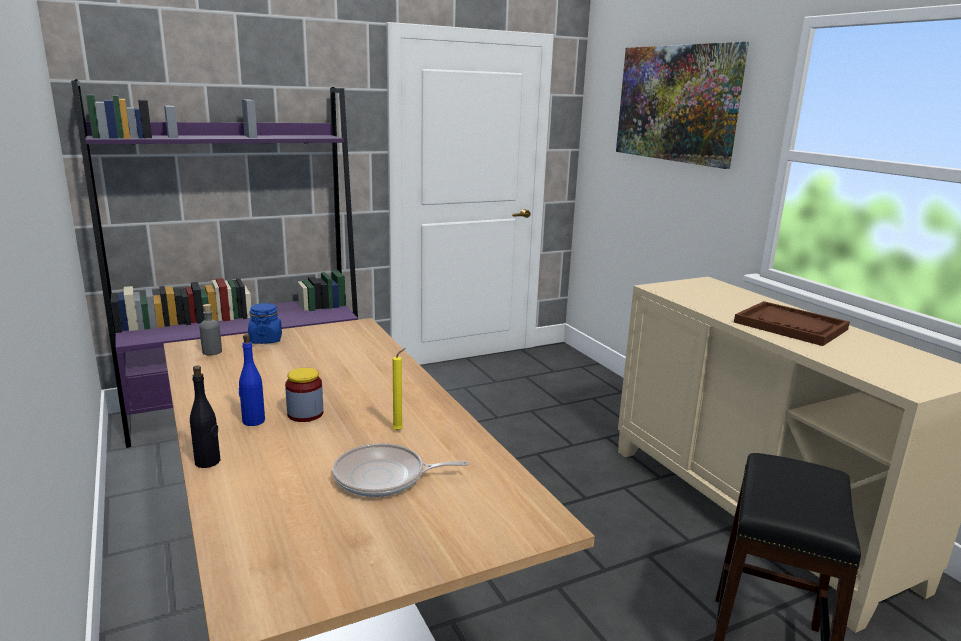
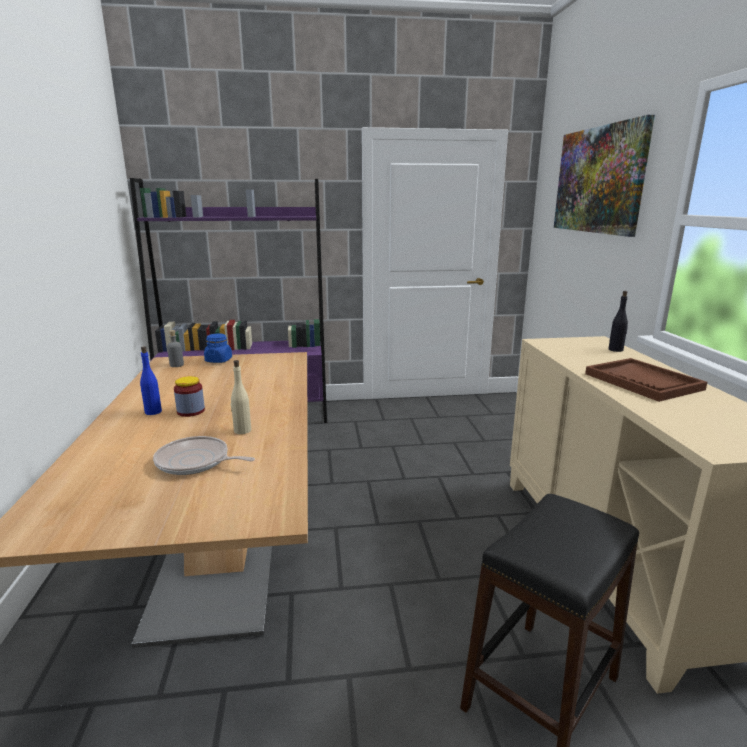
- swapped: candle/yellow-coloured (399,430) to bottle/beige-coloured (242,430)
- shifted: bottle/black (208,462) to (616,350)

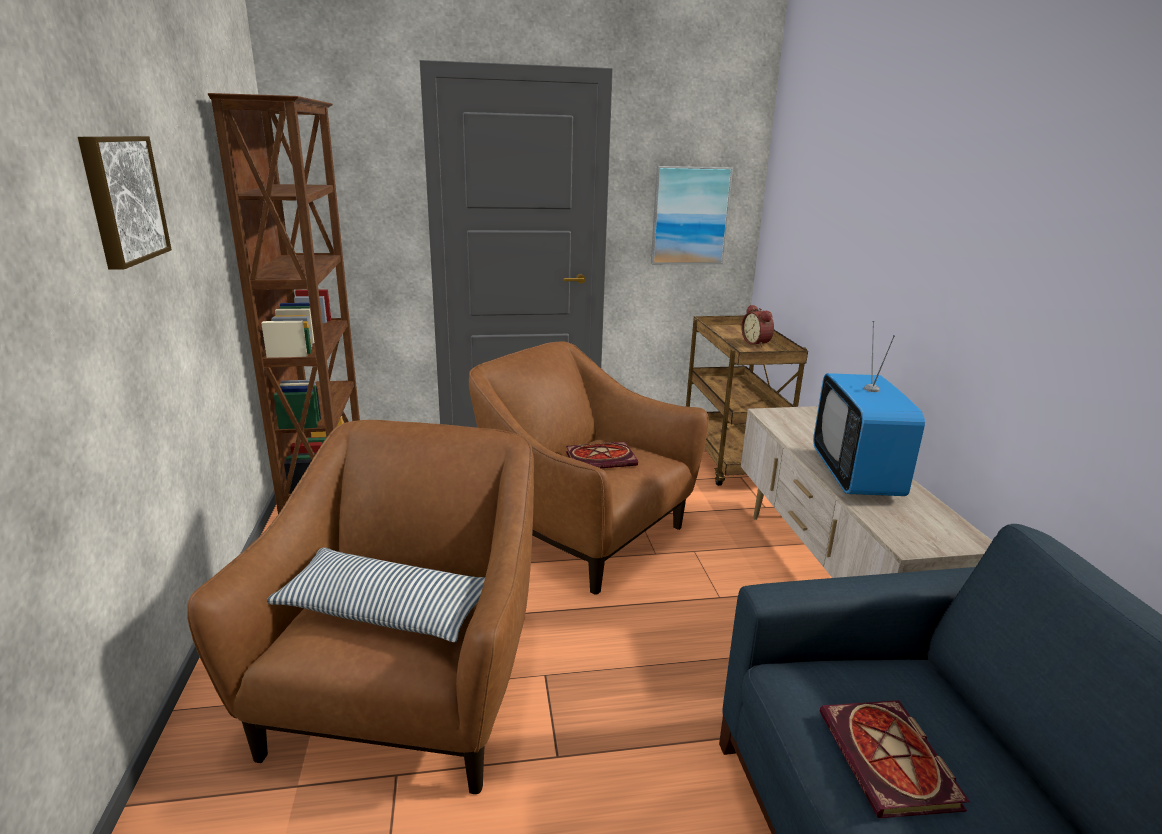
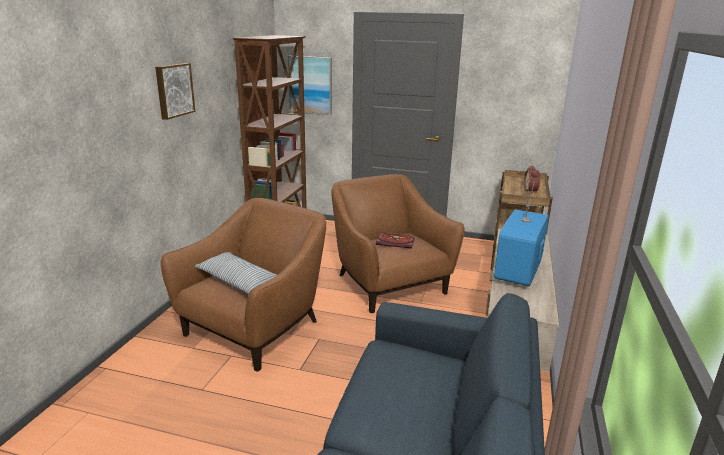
- shifted: picture (690,216) to (310,85)
- gone: bound book (892,763)

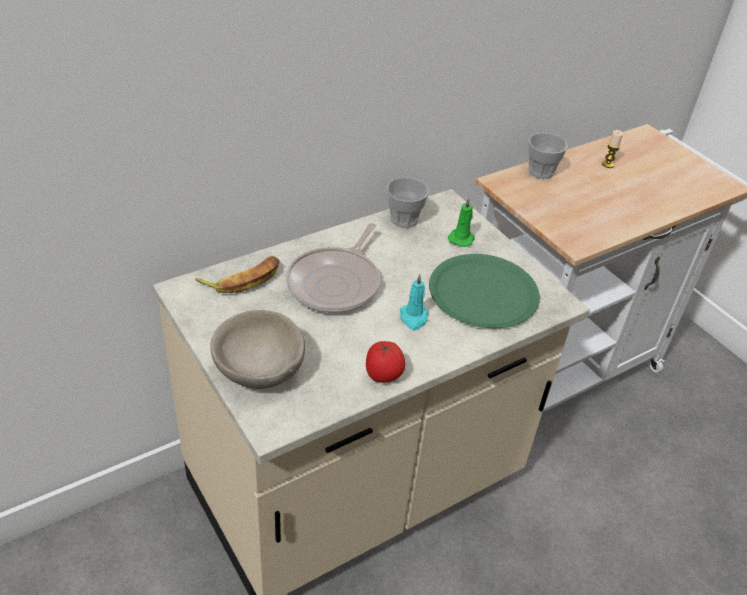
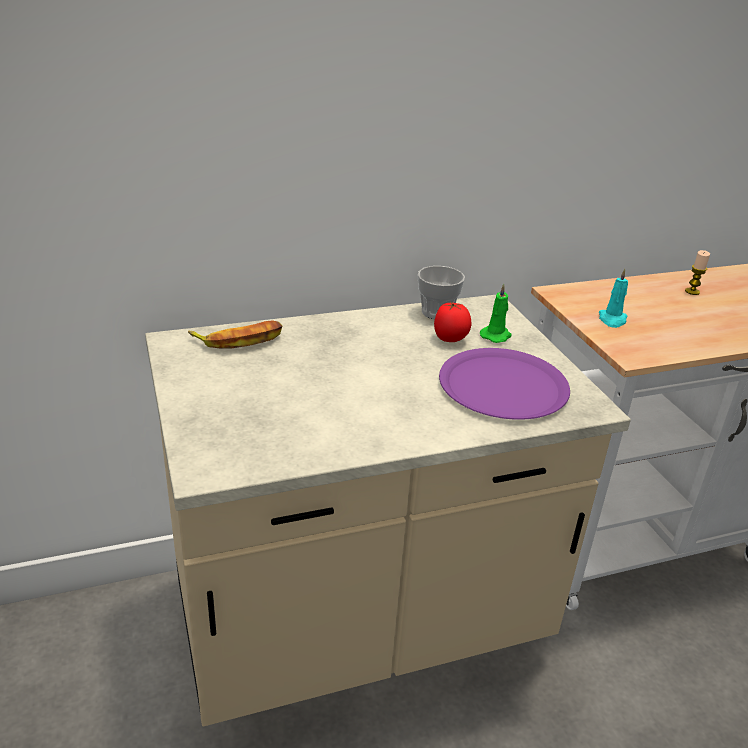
- gone: drinking cup (540,172)
- gone: pan (336,283)
- repainted: plate/green-coloured (483,292) to plate/purplish (503,386)
- shifted: candle/turquoise-coloured (413,318) to (612,320)
- gone: serving bowl/beige-coloured (258,370)
- shifted: whole tomato (383,376) to (450,339)

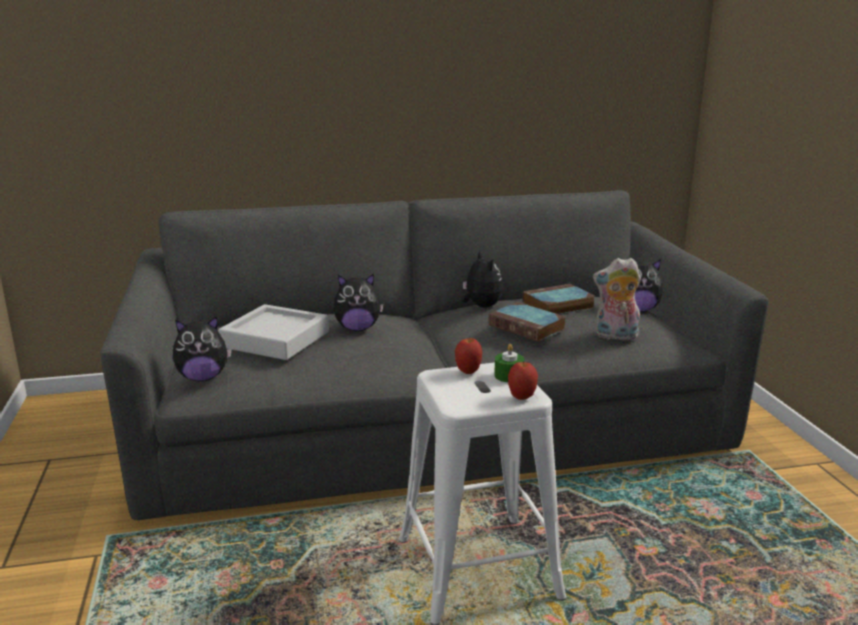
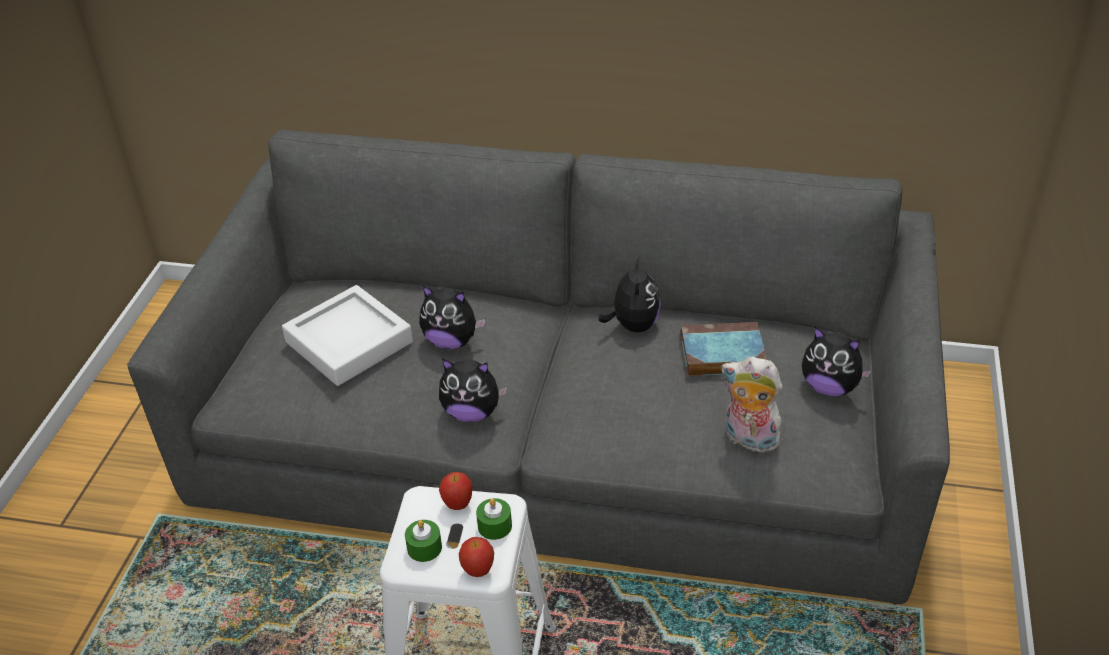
- gone: bound book (528,327)
- shifted: plush toy (203,377) to (472,412)
- new: candle/green-coloured (424,548)

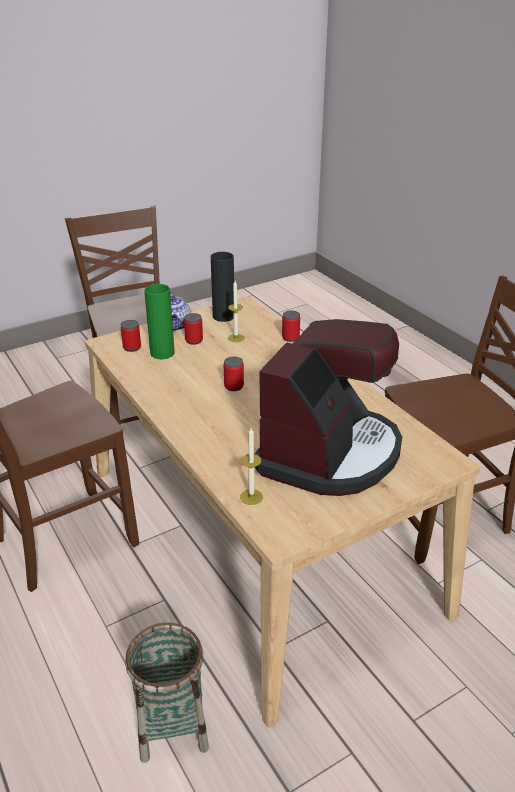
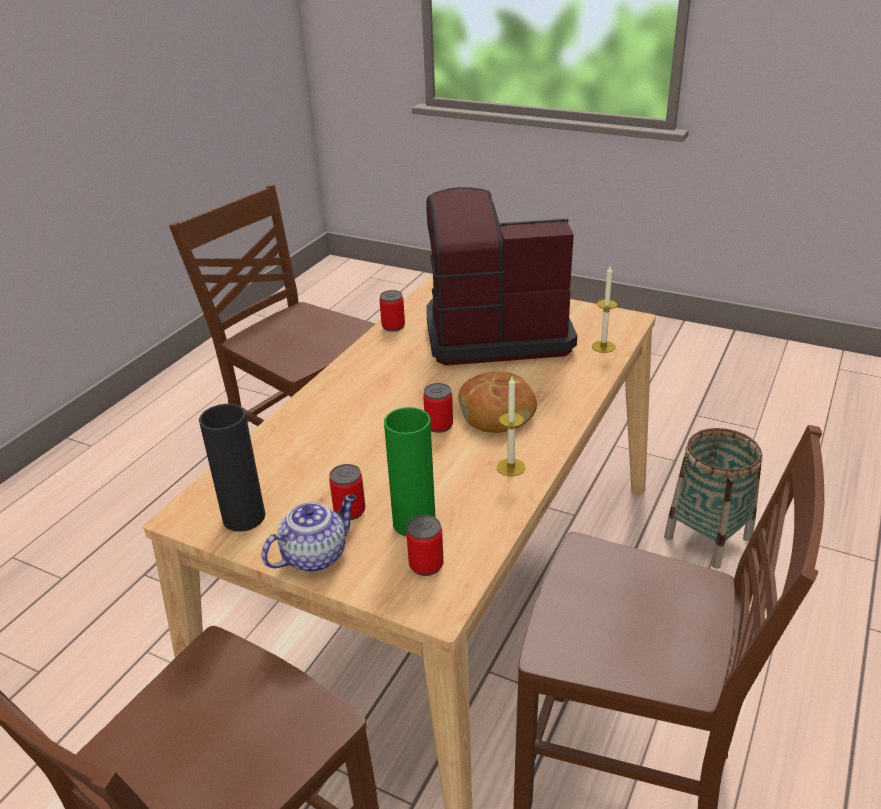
- shifted: candle (236,338) to (510,467)
- shifted: can (290,338) to (393,326)
- new: bakery bread (497,412)

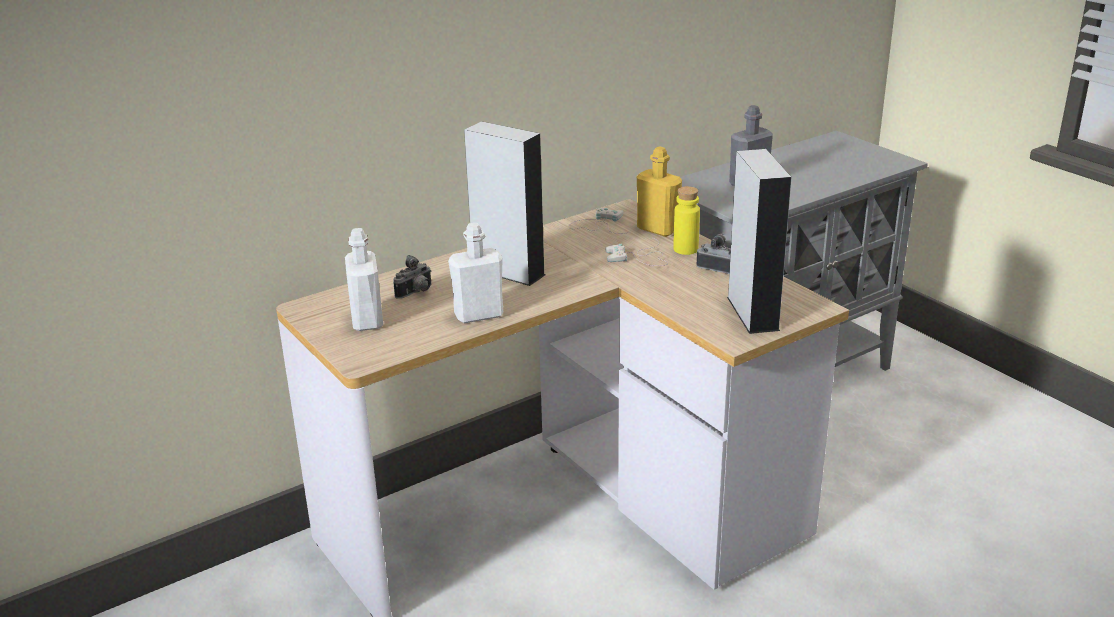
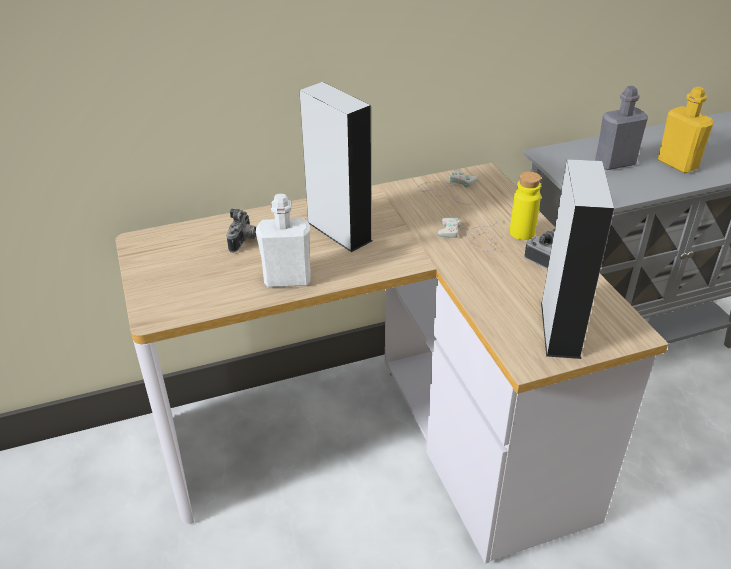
- shifted: bottle/yellow-coloured (658,229) to (677,164)
- gone: bottle/whitish (367,320)
- rotated: still camera (416,293) = (244,242) 45 degrees counterclockwise

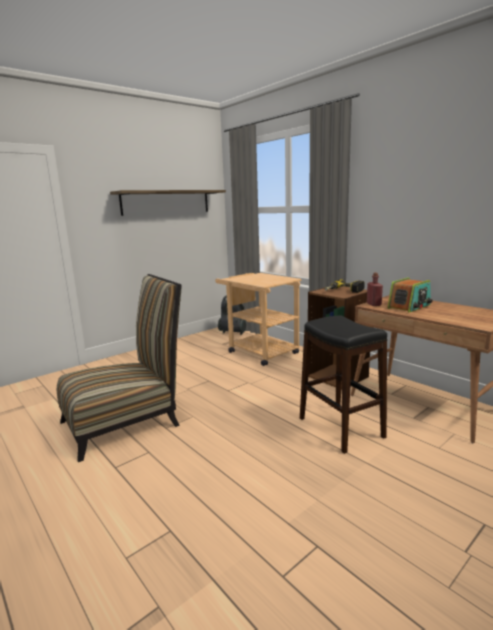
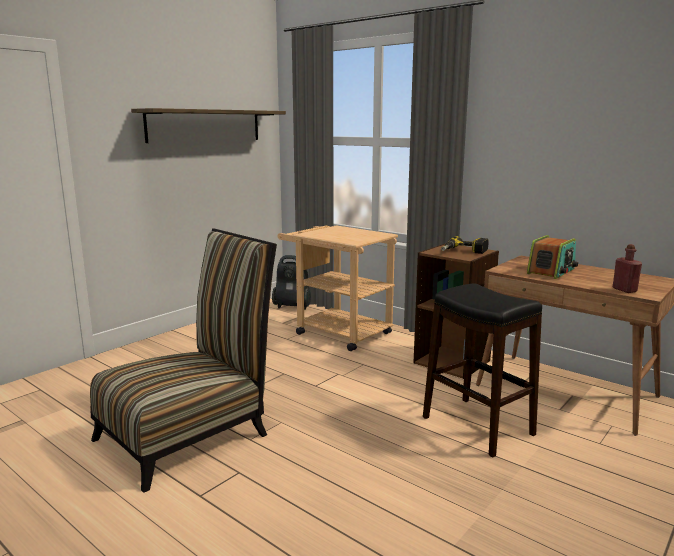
- shifted: bottle/red-coloured (374,304) to (624,290)

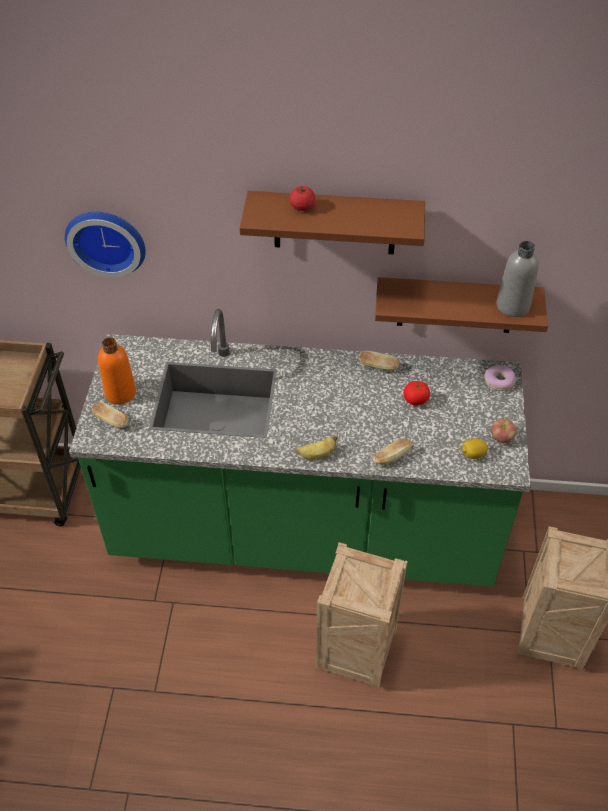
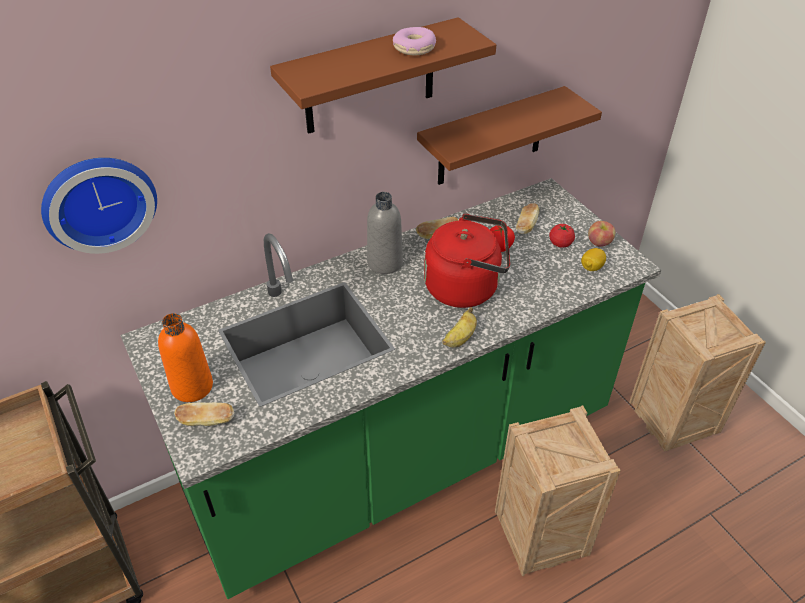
- shifted: whole tomato (302,207) to (560,243)
- shifted: bottle/greyish (512,306) to (385,263)
- shifted: ring doughnut (499,381) to (414,48)
- shifted: bakery bread (391,457) to (526,226)
- new: water kettle/red-coloured (466,287)

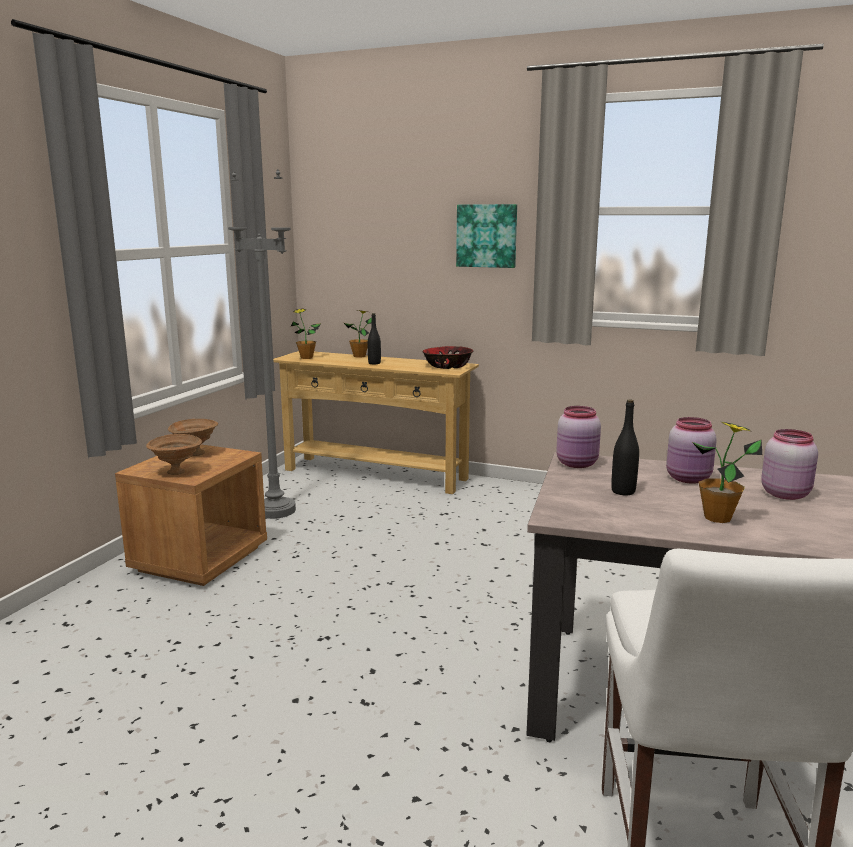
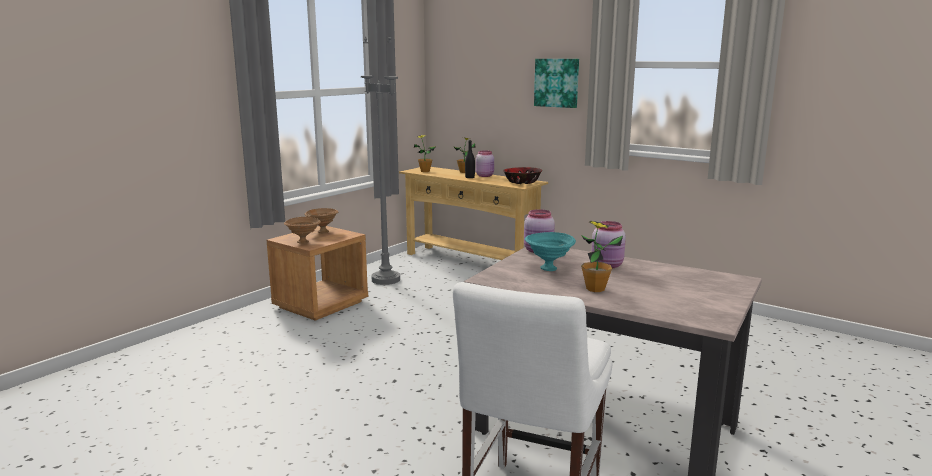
- swapped: bottle/black (623,491) to serving bowl/turquoise-coloured (549,269)
- shifted: storage jar/pinkish (785,494) to (485,176)

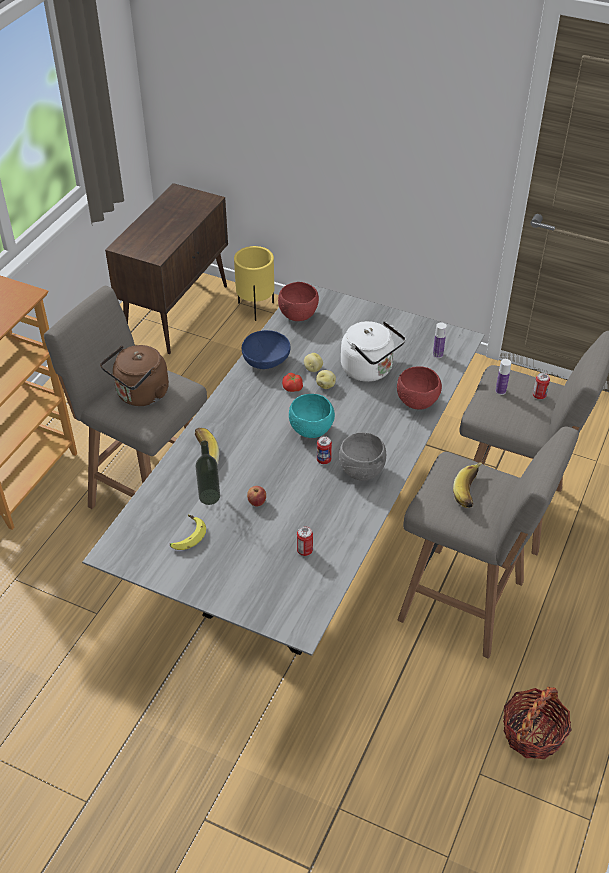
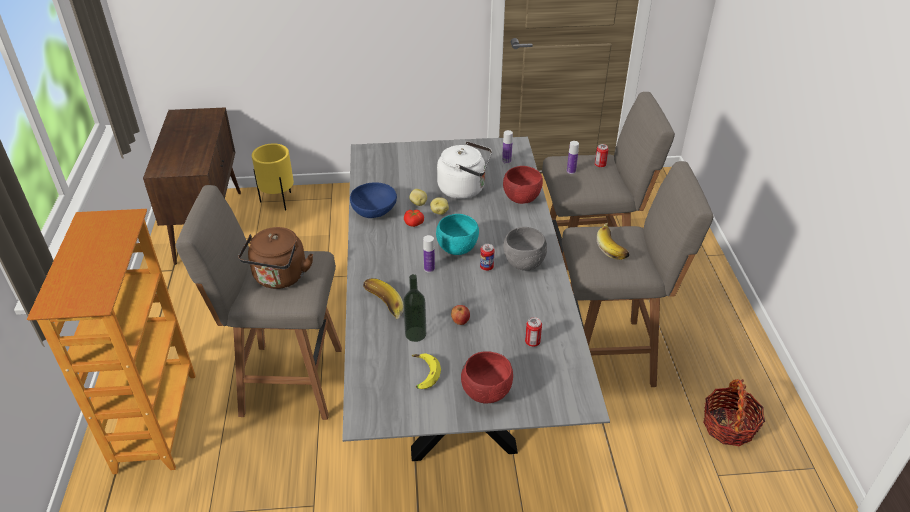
- shifted: serving bowl/red-coloured (298,316) to (486,392)
- new: bottle (429,268)

